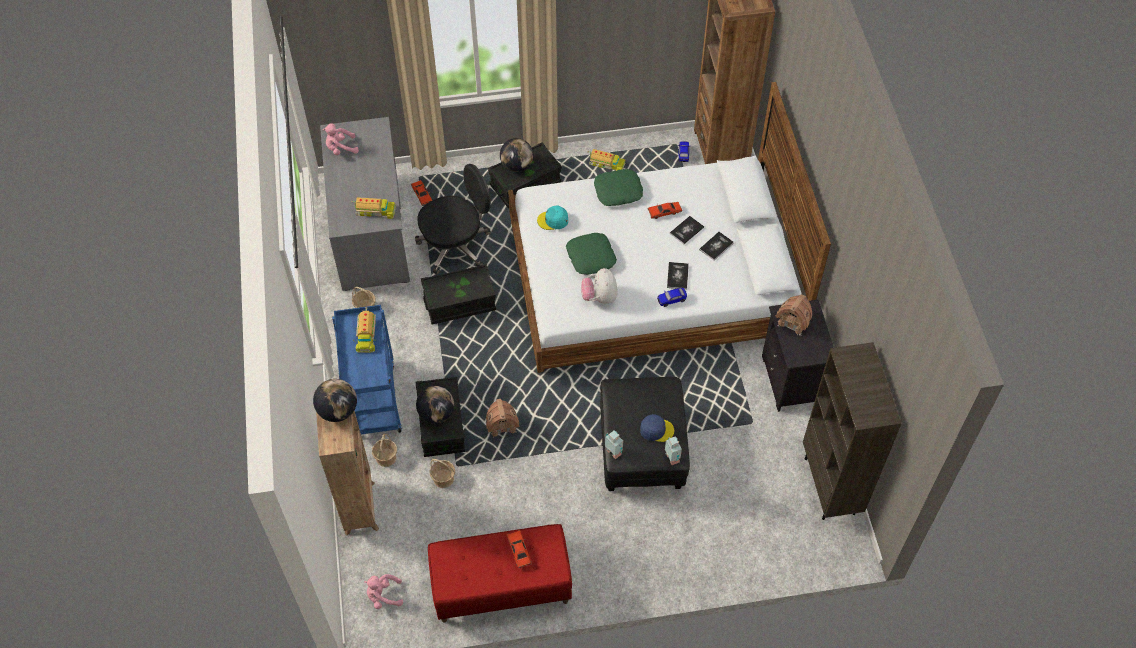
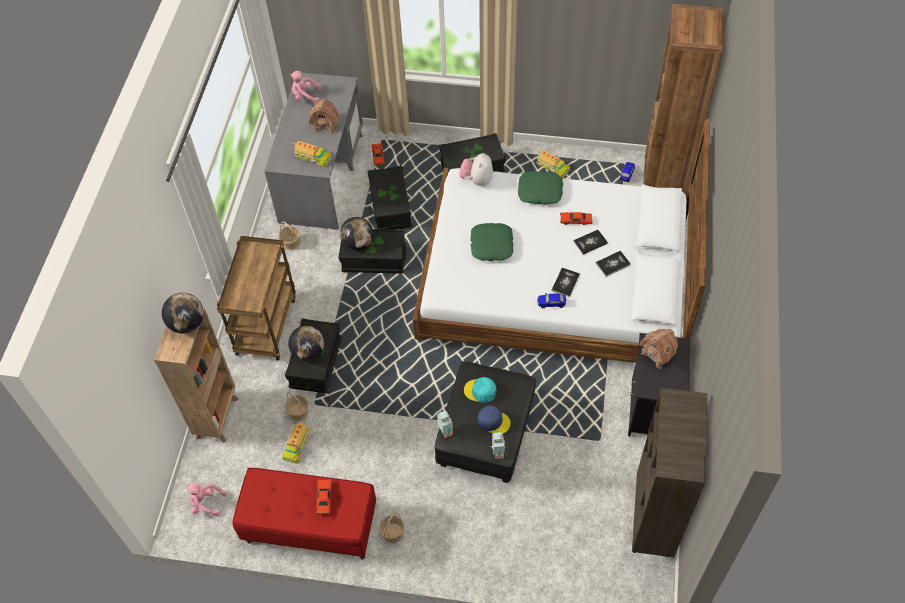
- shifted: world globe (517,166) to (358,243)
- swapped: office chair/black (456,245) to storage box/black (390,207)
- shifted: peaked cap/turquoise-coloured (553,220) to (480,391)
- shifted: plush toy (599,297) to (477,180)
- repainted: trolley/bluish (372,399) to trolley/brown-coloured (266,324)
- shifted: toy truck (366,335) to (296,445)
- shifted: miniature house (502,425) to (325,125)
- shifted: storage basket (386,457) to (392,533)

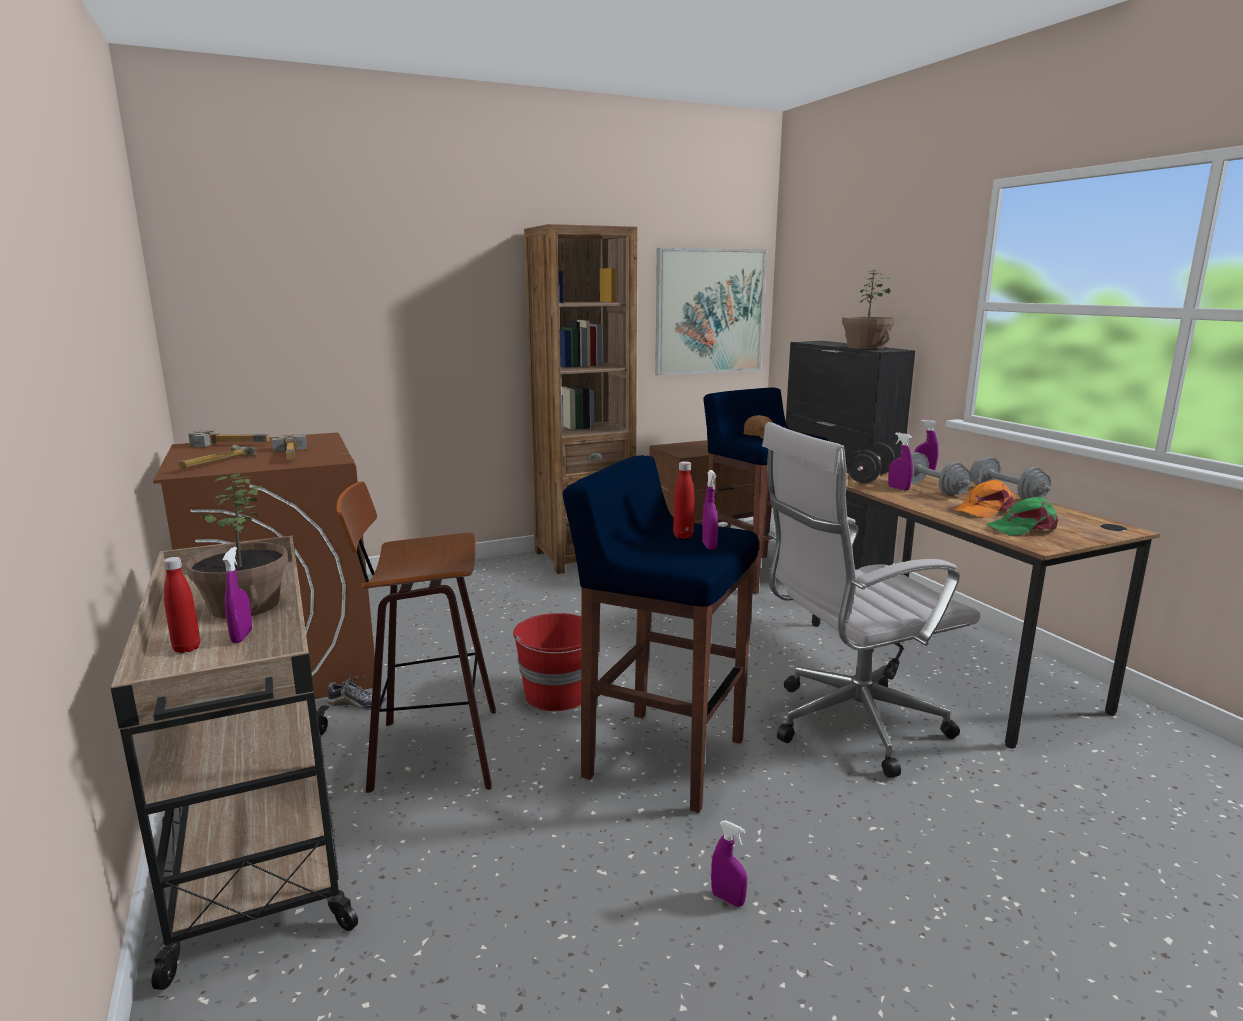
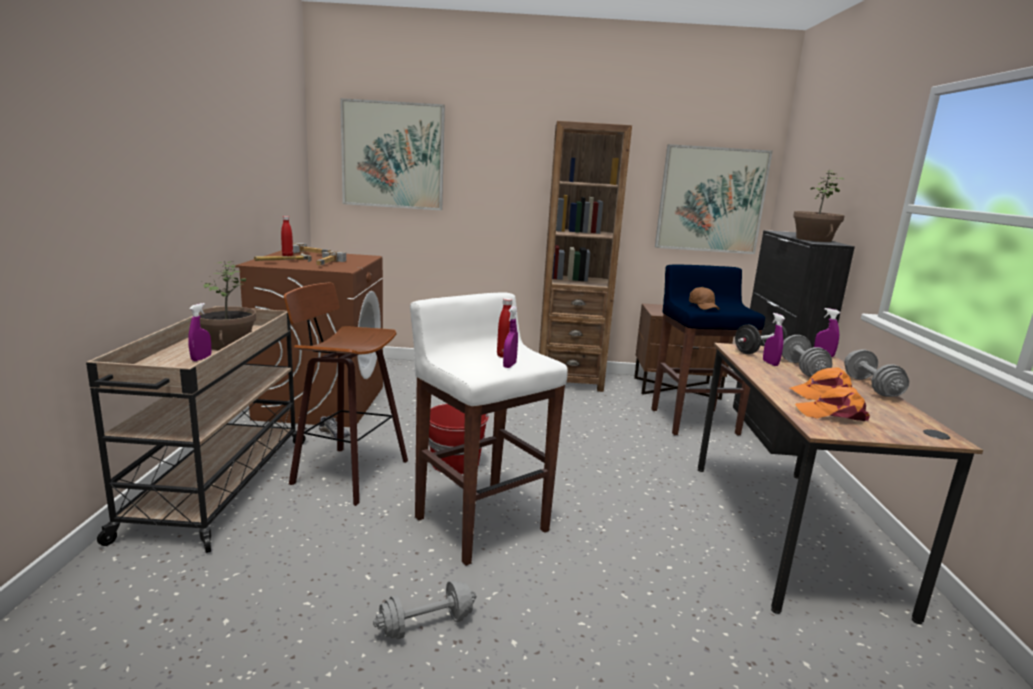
- gone: office chair/whitish (849,725)
- repainted: sitting stool/bluish (662,757) to sitting stool/whitish (480,523)
- repainted: peaked cap/green-coloured (1023,528) to peaked cap/orange-coloured (832,414)
- shifted: bottle/red-coloured (187,648) to (287,255)
- swapped: hand sprayer/purplish (727,899) to dumbbell/greyish (426,625)
- new: picture (393,155)

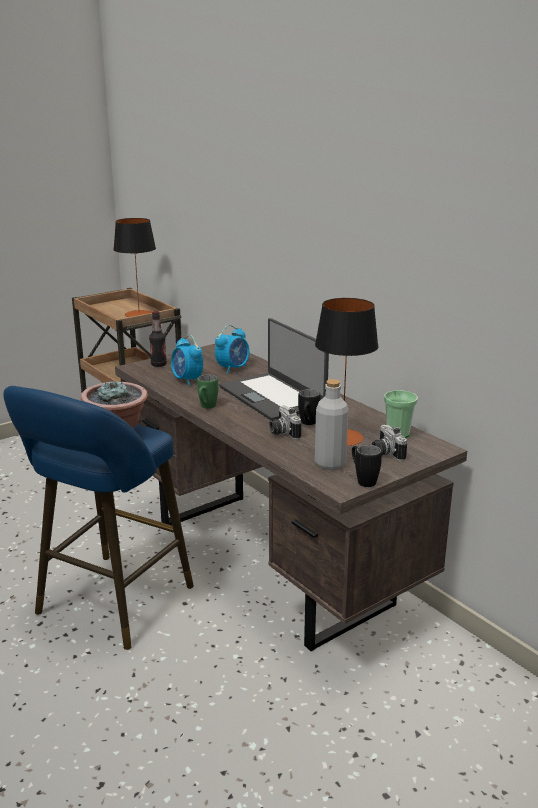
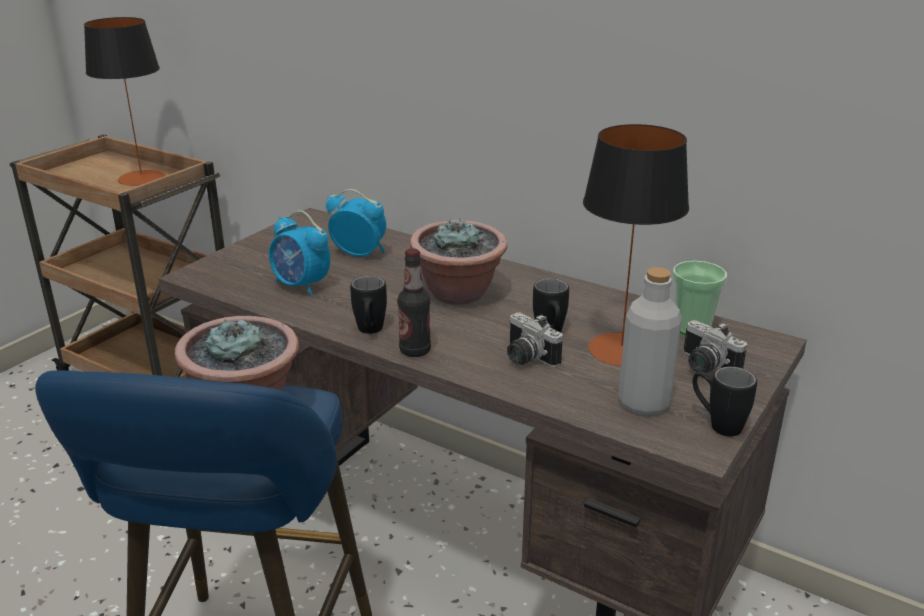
- shifted: bottle (158,364) to (415,351)
- swapped: laptop (273,396) to plant in a pot (459,294)
- rotated: table clock (233,368) = (359,253) 90 degrees counterclockwise
- repainted: mug/green-coloured (206,407) to mug/black (370,332)

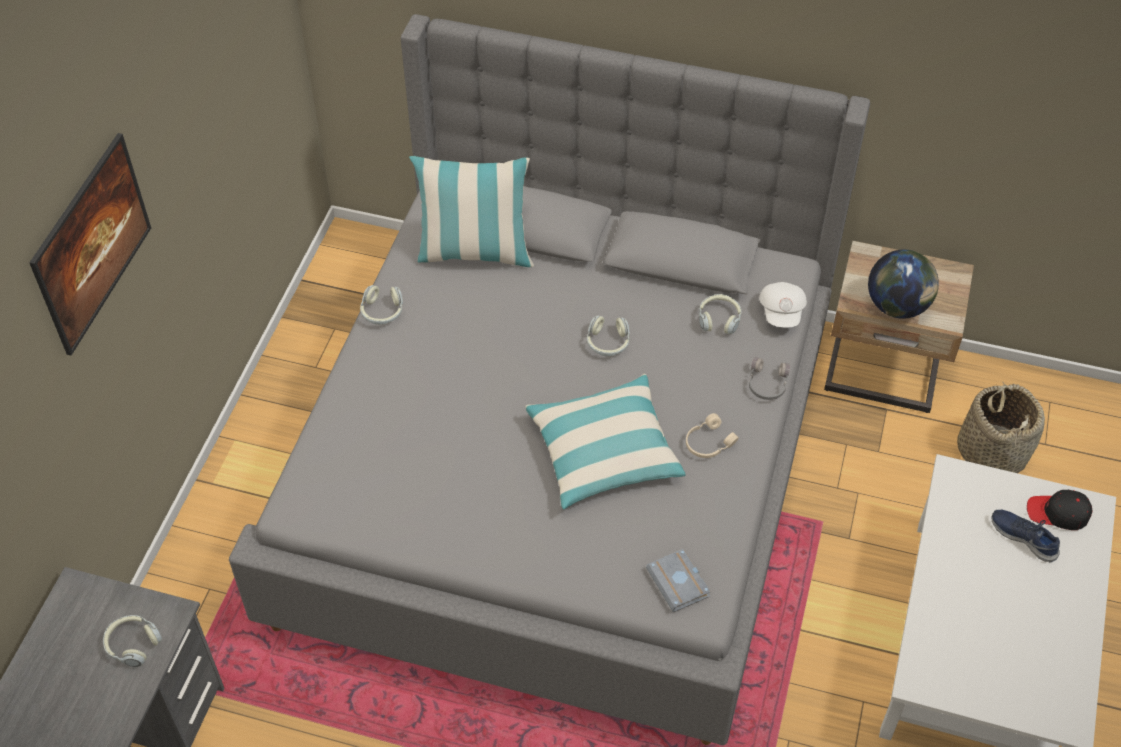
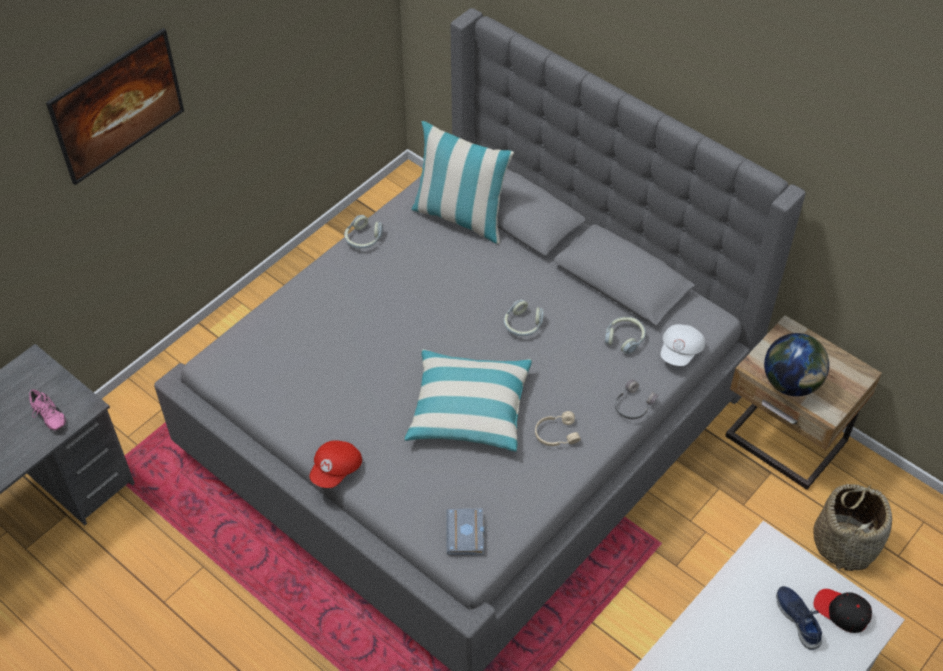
- swapped: headset (133,644) to shoe/pinkish (47,417)
- new: peaked cap/red-coloured (337,470)

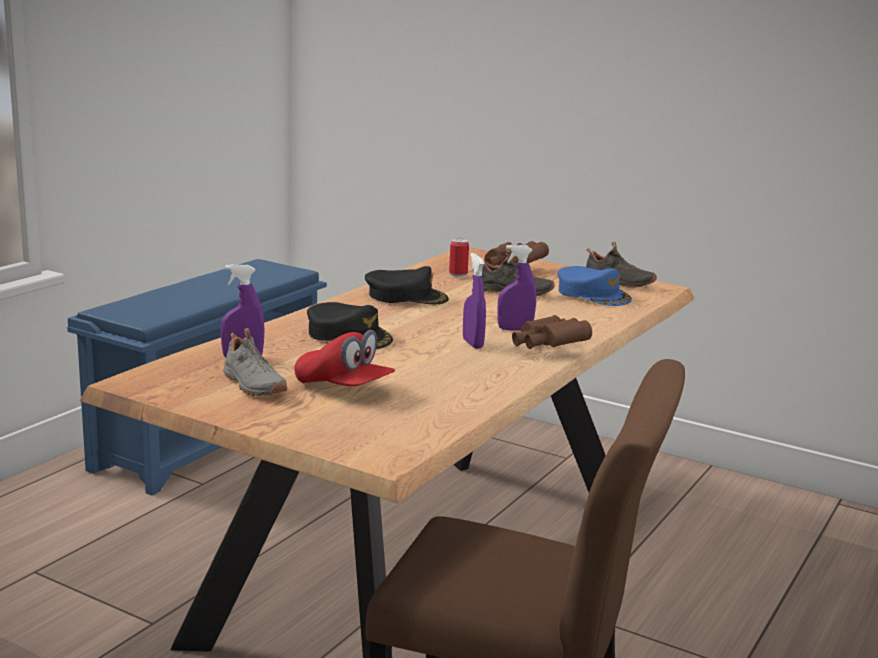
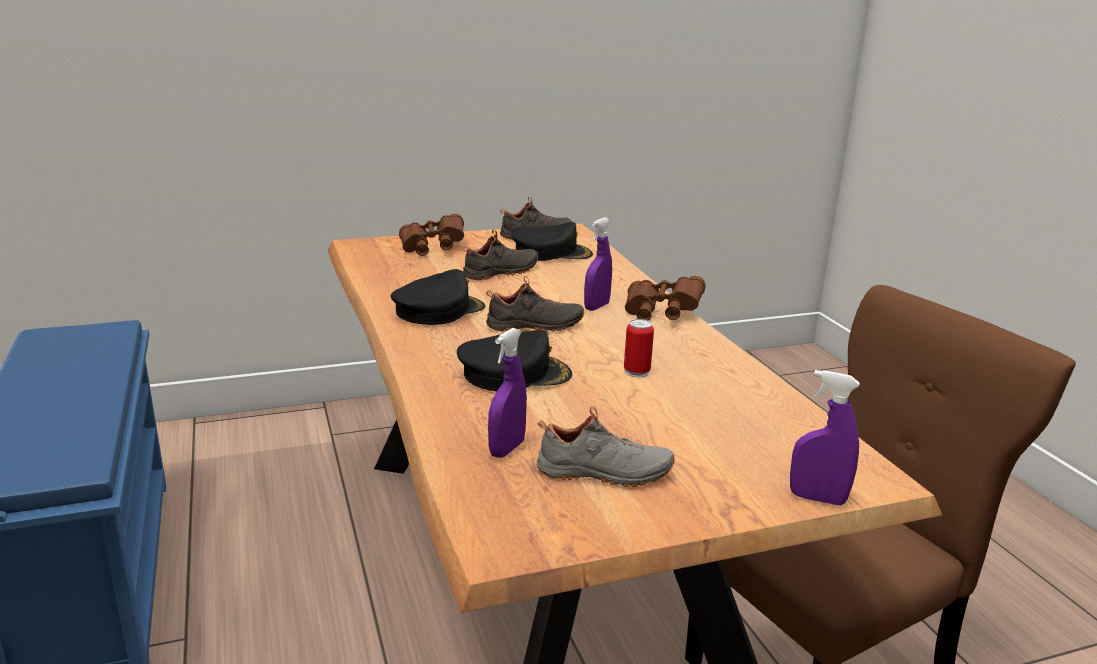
- shifted: can (458,275) to (636,371)
- shifted: hand sprayer/purplish (472,344) to (817,498)
- repainted: peaked cap/bluish (593,294) to peaked cap/black (551,252)
- gone: peaked cap/red-coloured (344,388)
- new: shoe/black (535,326)

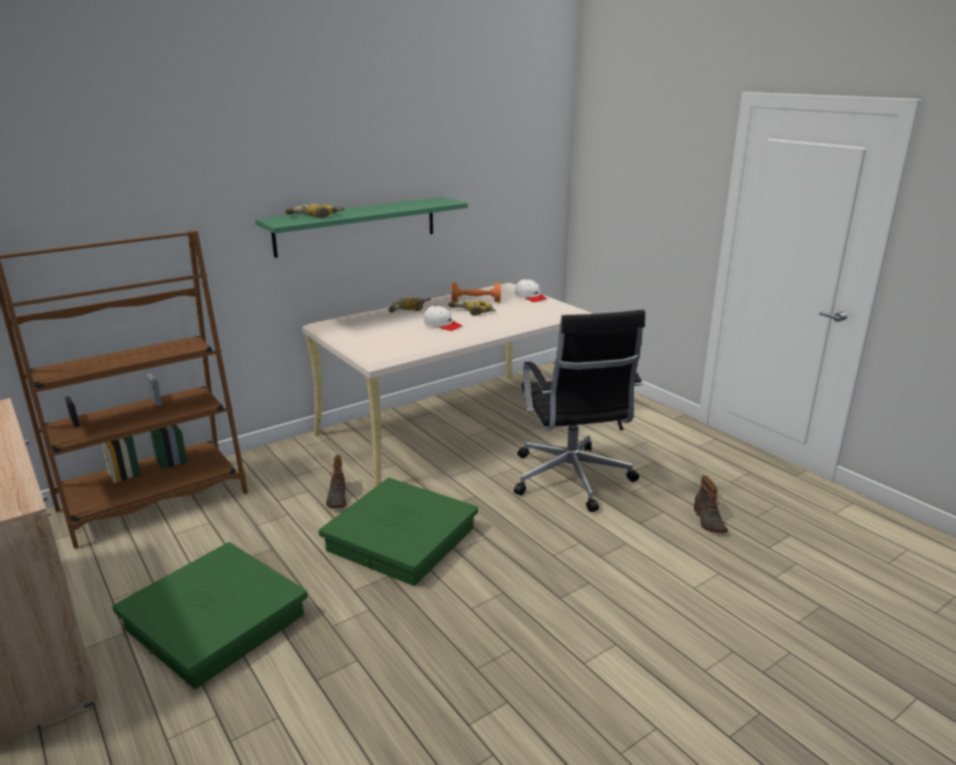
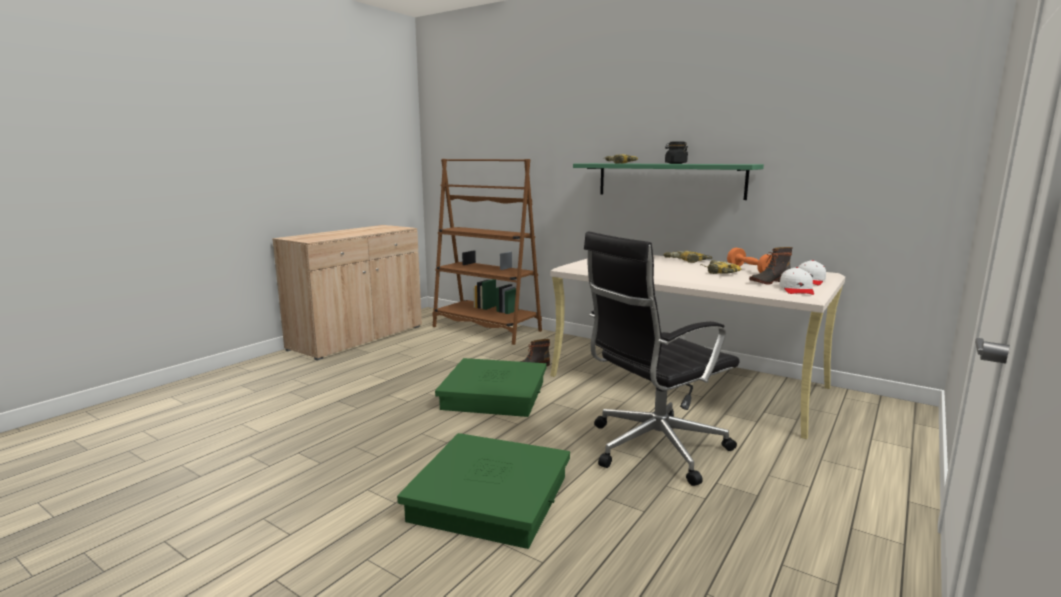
- shifted: peaked cap/whitish (442,325) to (797,290)
- shifted: high-top boot (708,520) to (768,281)
- shifted: storage box/green-coloured (215,622) to (489,498)
- new: storage jar/black (675,163)

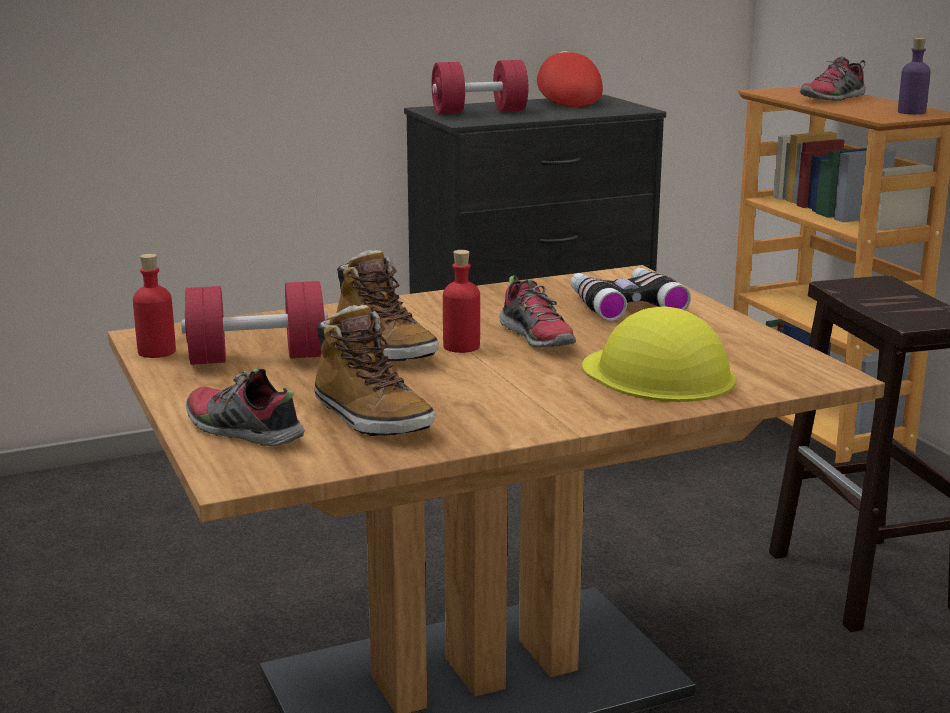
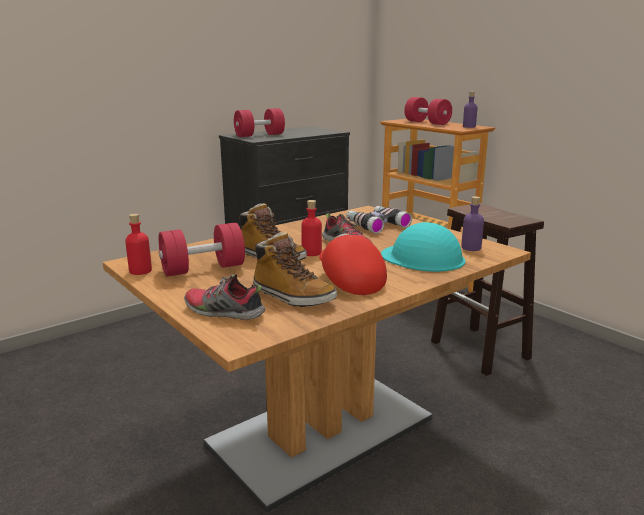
- shifted: peaked cap/red-coloured (566,101) to (349,281)
- swapped: shoe (833,98) to dumbbell/red-coloured (427,123)
- repainted: hard hat/yellow-coloured (658,374) to hard hat/turquoise-coloured (423,258)
- new: bottle/purplish (471,248)

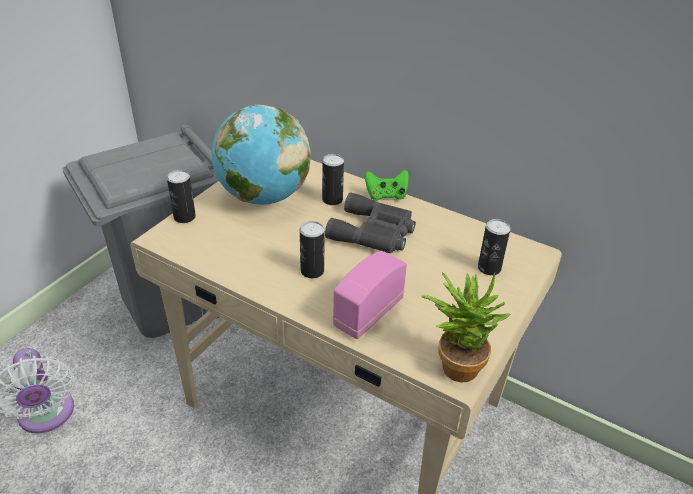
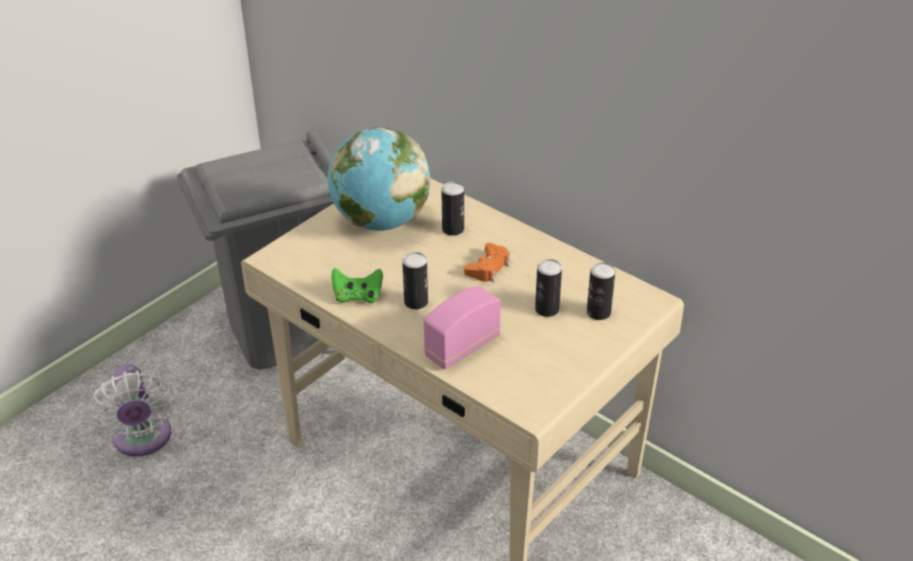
- shifted: joypad/green-coloured (386,195) to (357,297)
- shifted: can (184,217) to (547,309)
- swapped: field glasses/greyish (374,233) to joypad/orange-coloured (488,268)
- gone: plant in a pot (455,363)

